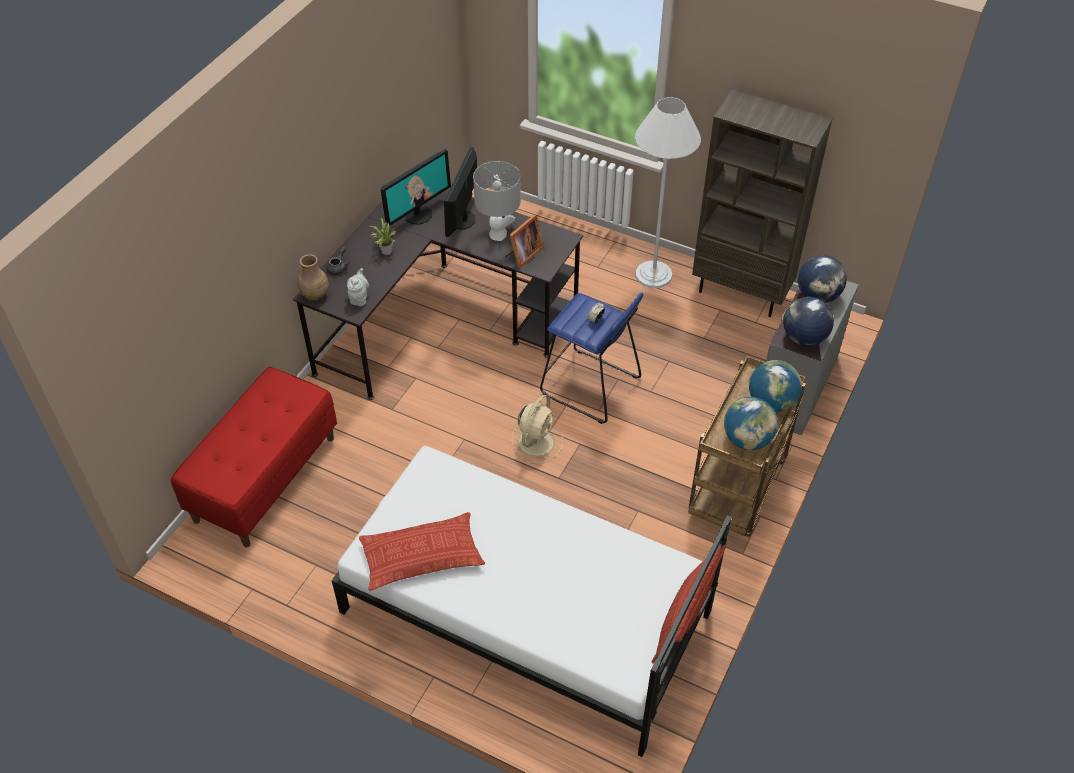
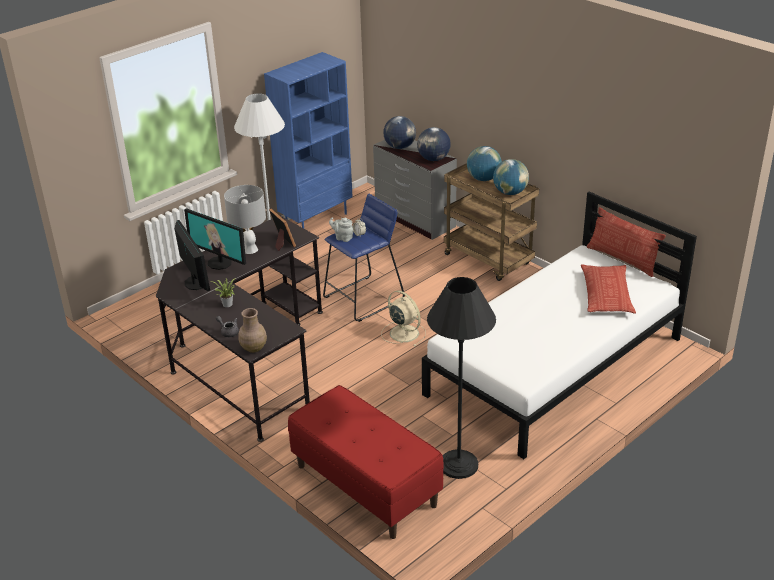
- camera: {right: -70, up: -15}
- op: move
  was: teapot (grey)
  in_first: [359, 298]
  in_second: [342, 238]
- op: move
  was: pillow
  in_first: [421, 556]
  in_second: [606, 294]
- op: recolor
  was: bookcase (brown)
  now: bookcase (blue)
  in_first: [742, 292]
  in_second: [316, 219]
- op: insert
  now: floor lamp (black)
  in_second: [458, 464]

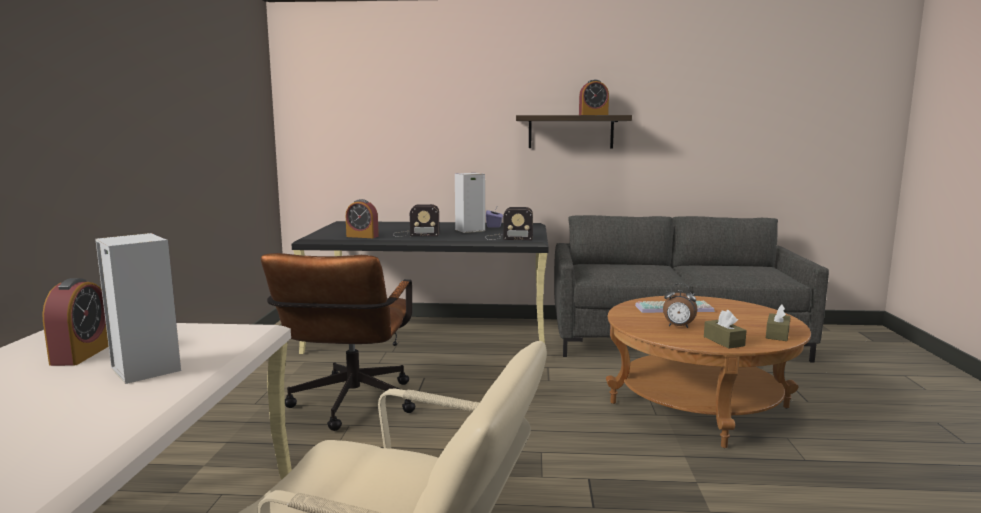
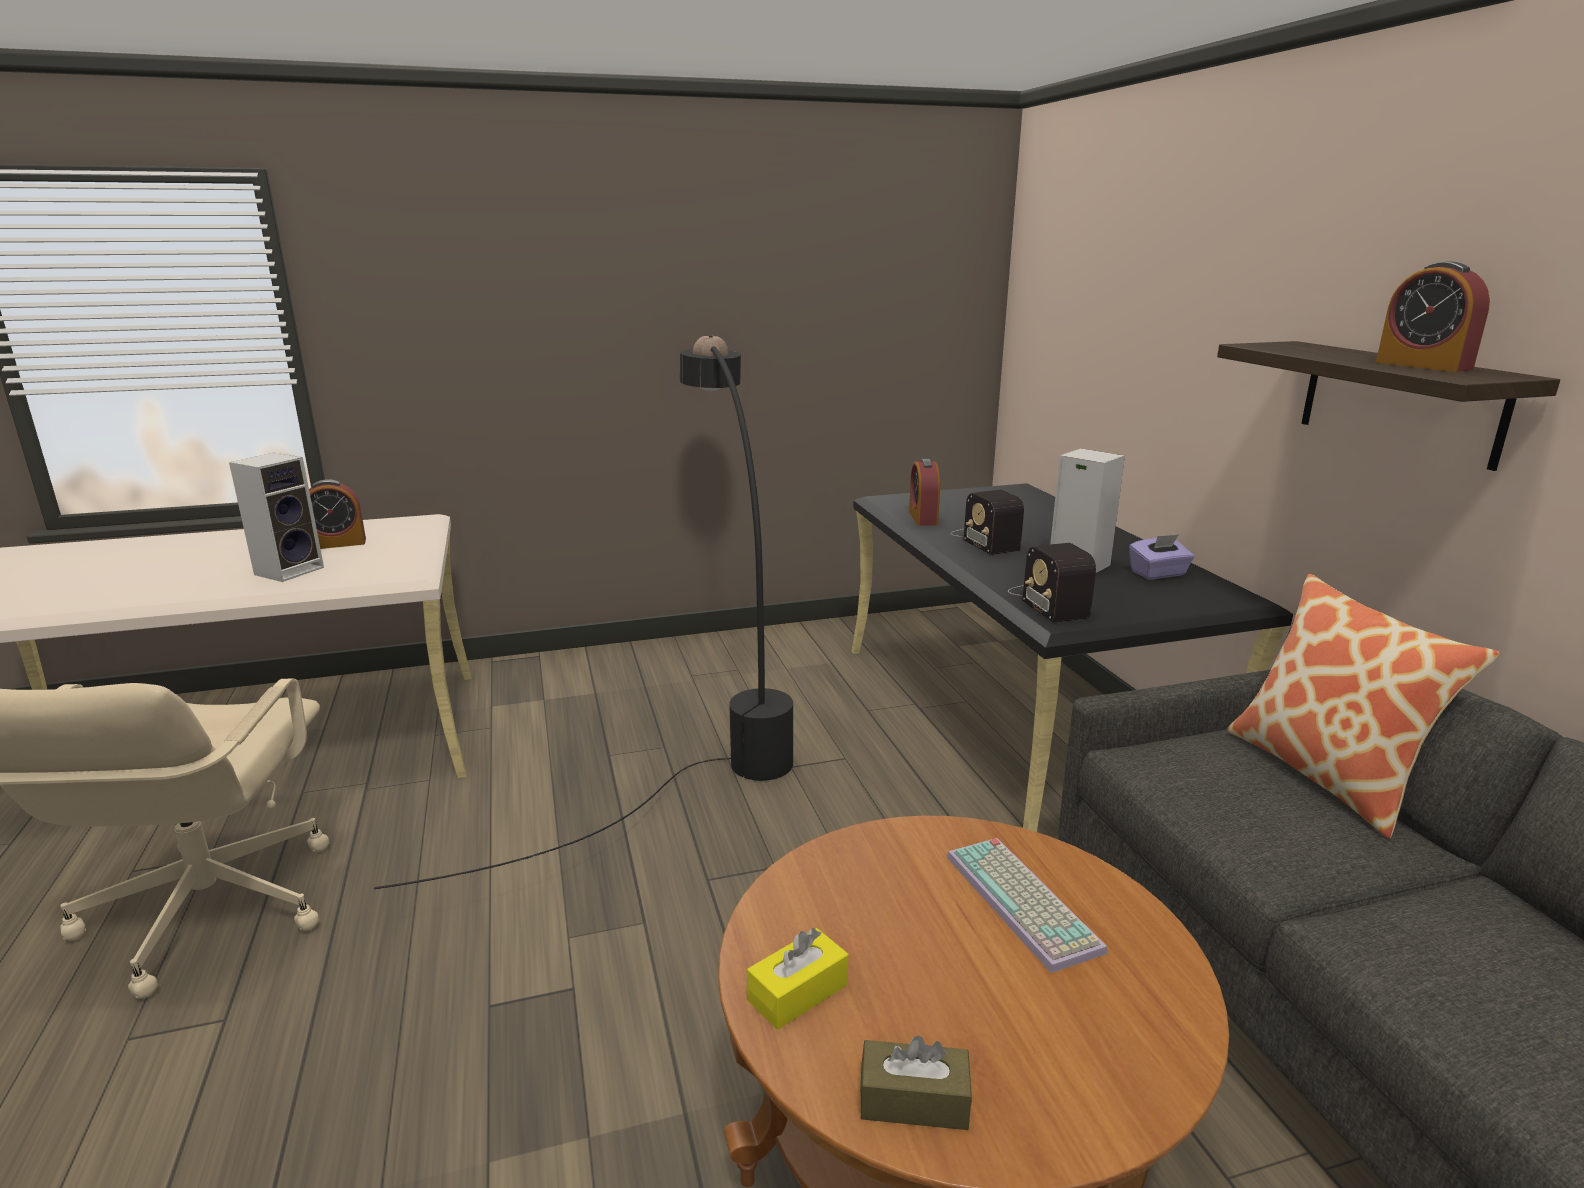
- camera: {right: 70, up: 10}
- op: replace
  was: office chair (brown)
  now: floor lamp (black)
  in_first: [350, 407]
  in_second: [712, 733]
- op: delete
  was: alarm clock
  in_first: [678, 326]
- op: recolor
  was: tissue box (brown)
  now: tissue box (yellow)
  in_first: [723, 341]
  in_second: [798, 992]
- op: insert
  now: pillow
  in_second: [1327, 774]

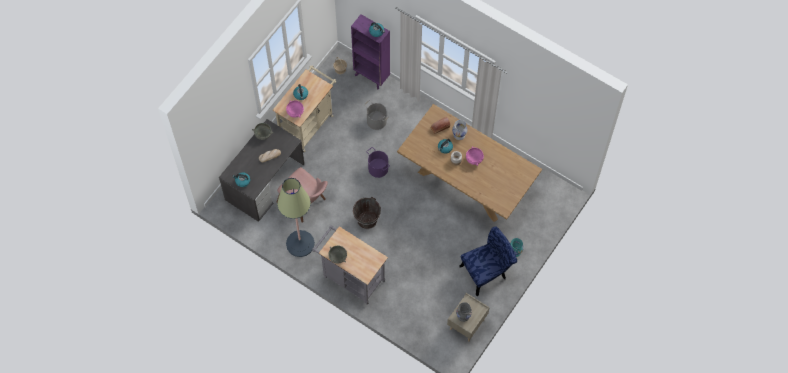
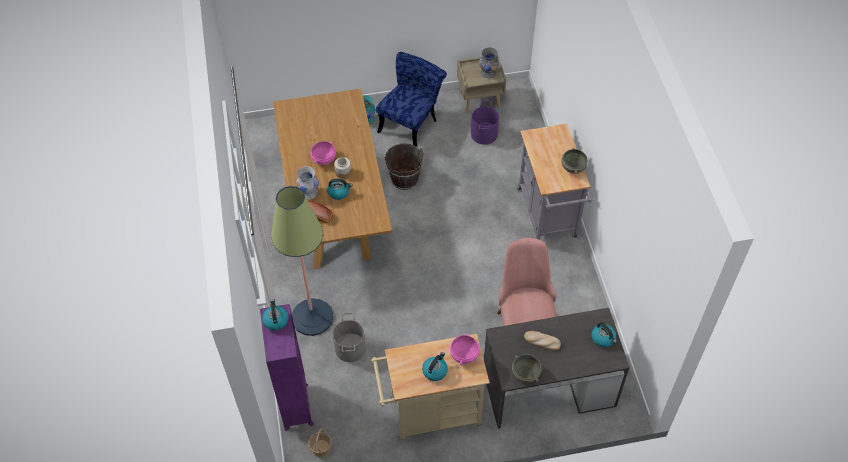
- camera: {right: -135, up: -10}
- op: move
  was: floor lamp
  in_first: [300, 243]
  in_second: [312, 317]
- op: move
  was: bucket (brown)
  in_first: [367, 220]
  in_second: [404, 179]
- op: move
  was: bucket (purple)
  in_first: [378, 168]
  in_second: [483, 134]
- op: rotate
  was: chair (blue)
  in_first: [487, 271]
  in_second: [411, 124]
  clockwise: 105

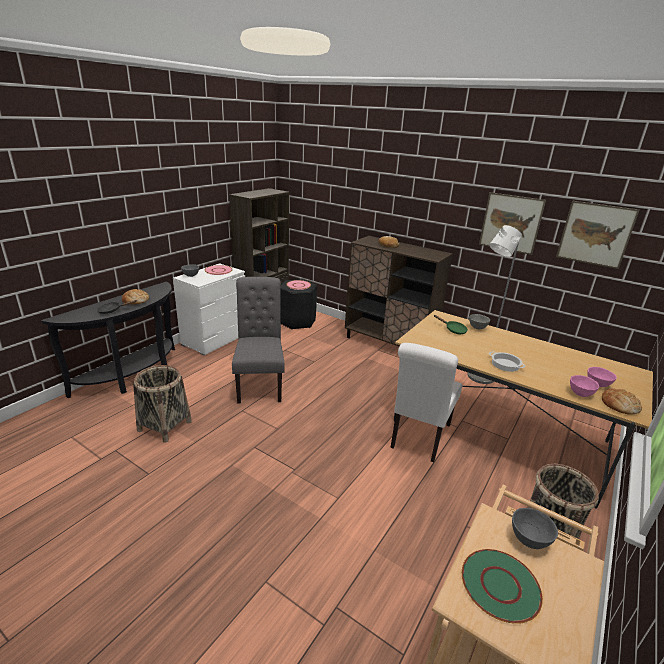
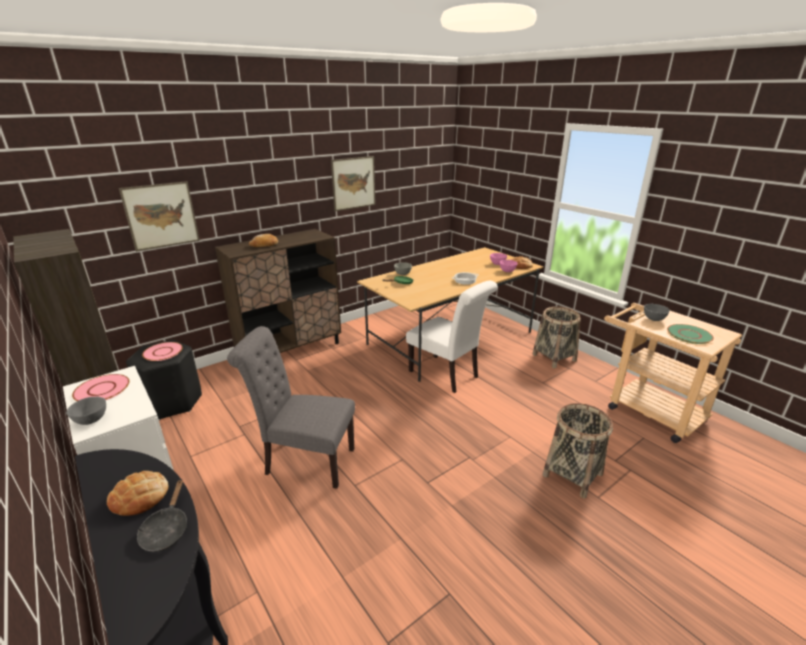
- camera: {right: -70, up: 0}
- op: move
  was: basket
  in_first: [165, 426]
  in_second: [572, 474]
- op: delete
  was: floor lamp (grey)
  in_first: [477, 378]
- op: move
  was: picture
  in_first: [595, 234]
  in_second: [161, 215]

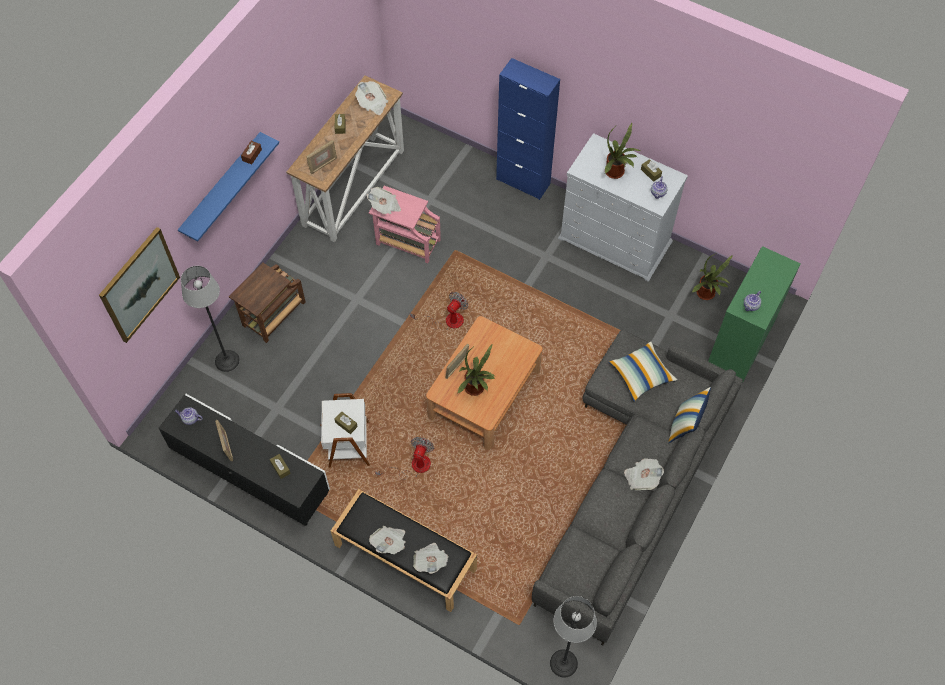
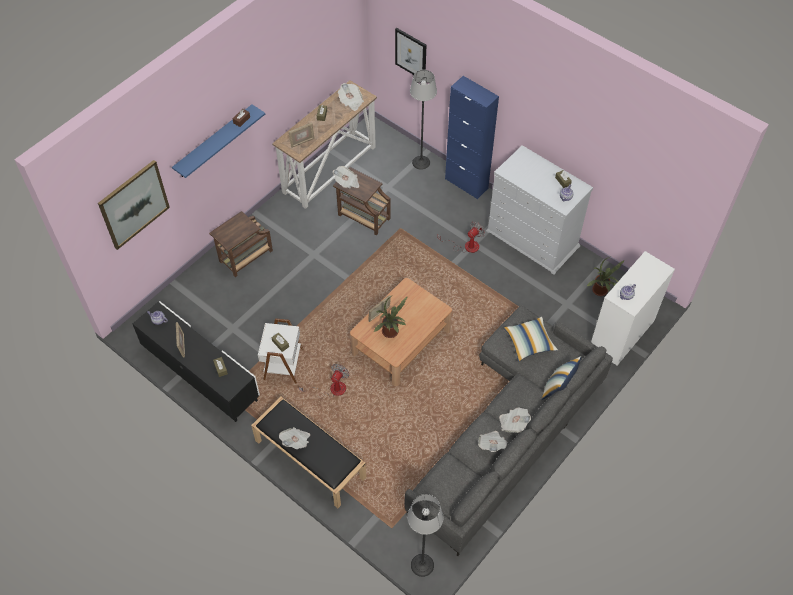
- camera: {right: 10, up: -5}
- op: move
  was: floor lamp
  in_first: [227, 360]
  in_second: [421, 162]
- op: recolor
  was: side table (pink)
  now: side table (brown)
  in_first: [406, 241]
  in_second: [363, 216]
- op: move
  was: fan
  in_first: [447, 321]
  in_second: [466, 246]
- op: move
  was: newspaper
  in_first: [430, 561]
  in_second: [492, 444]
- op: delete
  was: potted plant
  in_first: [616, 172]
- op: recolor
  was: dresser (green)
  now: dresser (white)
  in_first: [740, 343]
  in_second: [622, 334]
- op: insert
  now: picture
  in_second: [411, 54]

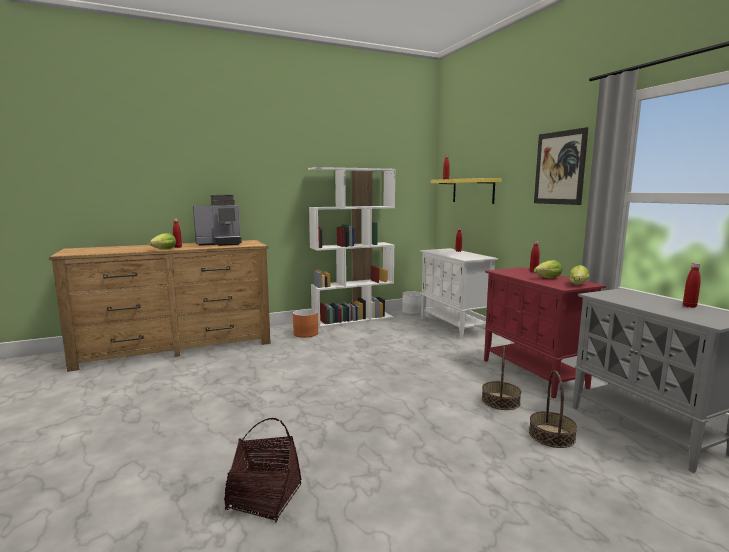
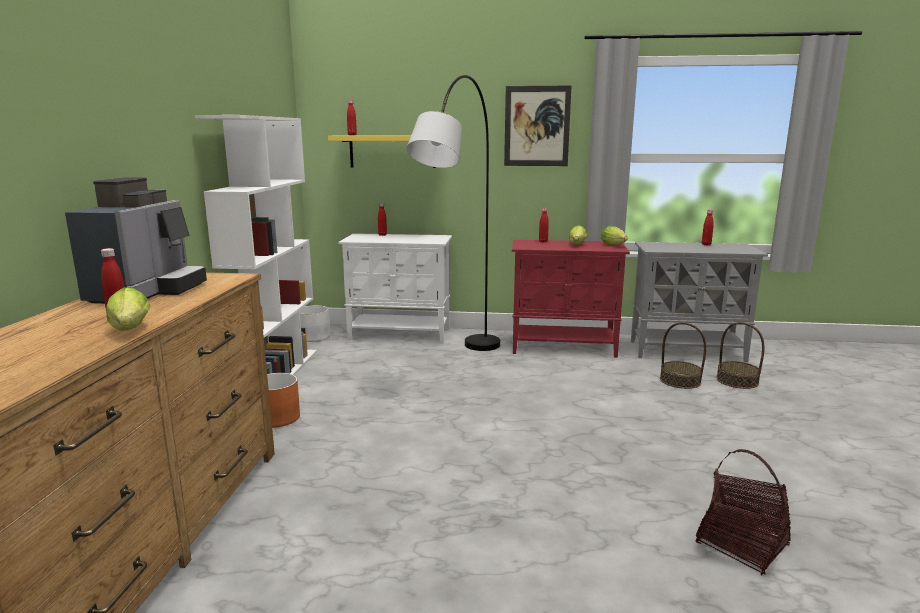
- camera: {right: -60, up: 5}
- op: move
  was: basket
  in_first: [500, 401]
  in_second: [737, 381]
- op: insert
  now: floor lamp (grey)
  in_second: [460, 368]

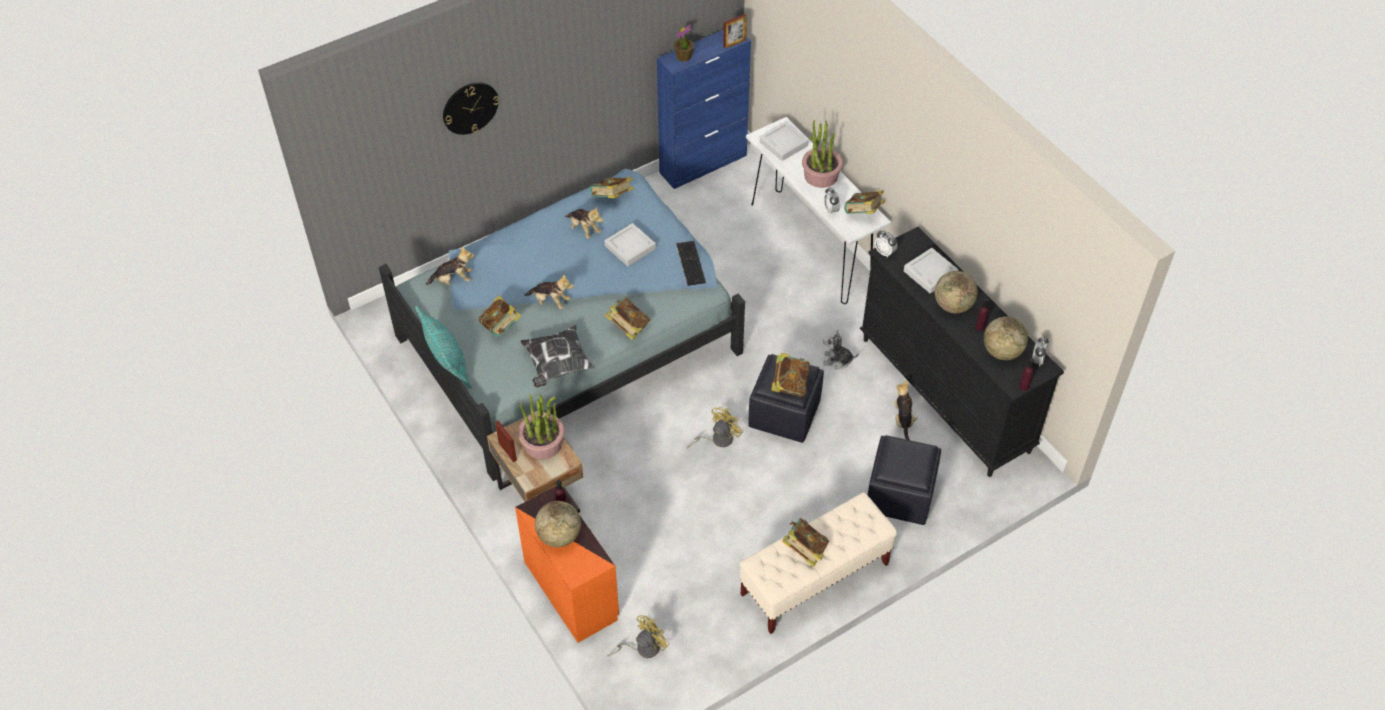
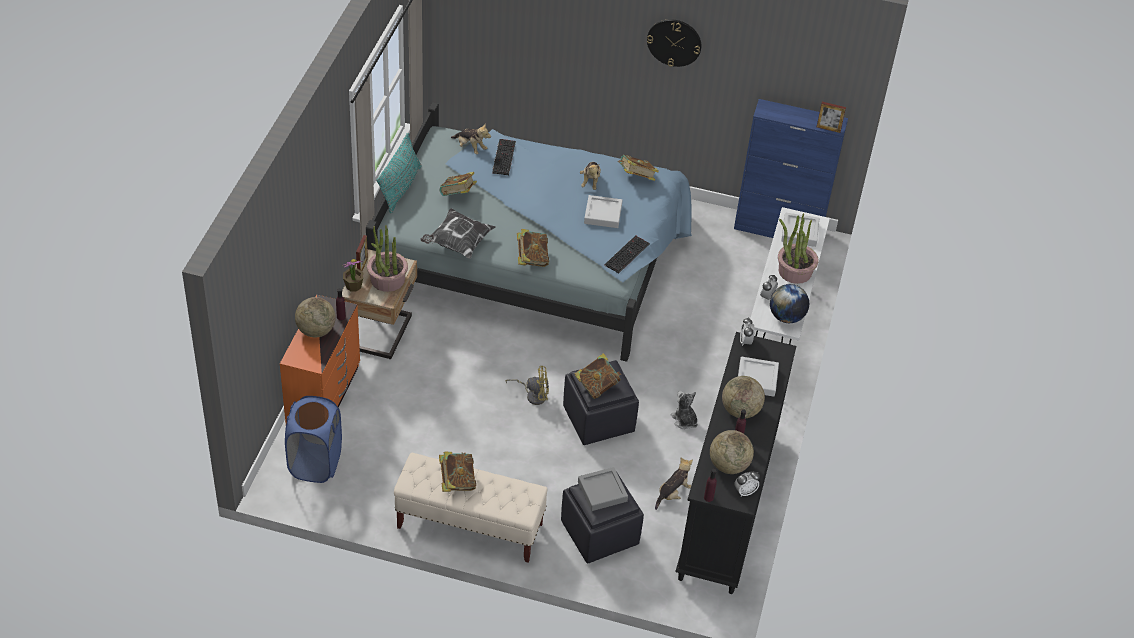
- camera: {right: 45, up: -5}
- op: move
  was: wall clock
  in_first: [470, 107]
  in_second: [674, 42]
- op: delete
  was: plush toy
  in_first: [550, 301]
- op: replace
  was: fan (yellow)
  now: laundry basket (blue)
  in_first: [642, 648]
  in_second: [315, 463]
- op: move
  was: potted plant
  in_first: [683, 57]
  in_second: [353, 286]
- op: replace
  was: book
  now: globe
  in_first: [863, 214]
  in_second: [786, 317]
- op: insert
  now: keyboard
  in_second: [503, 157]
- op: insert
  now: tray (grey)
  in_second: [602, 491]

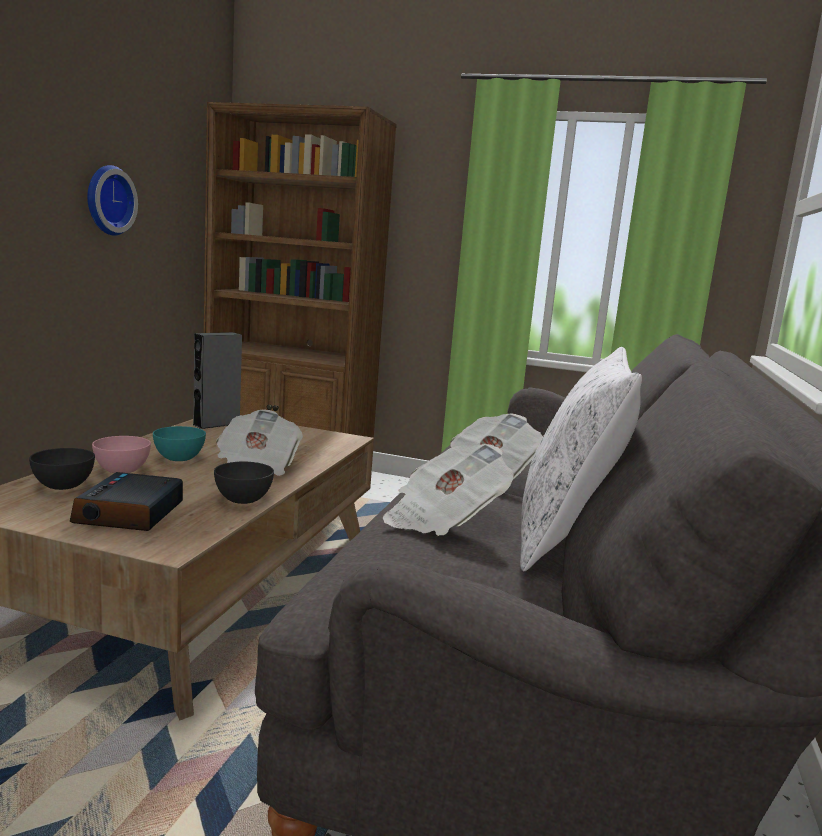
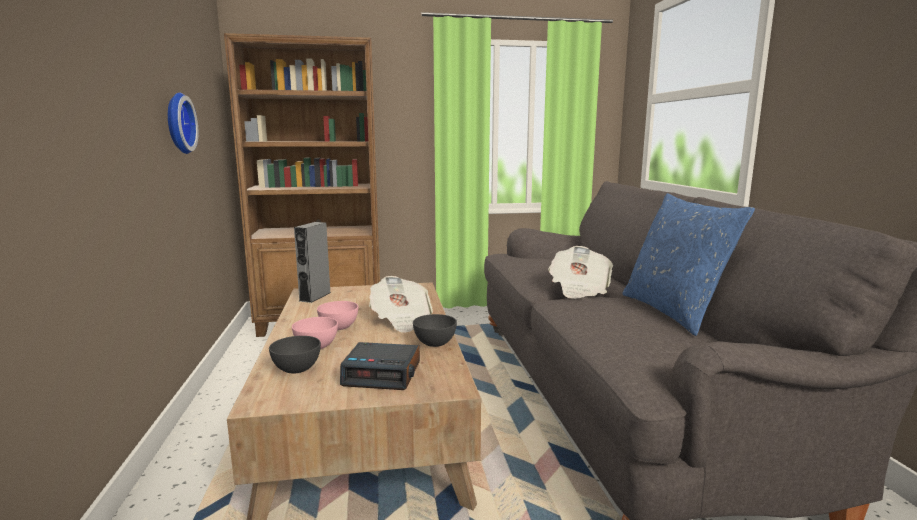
- camera: {right: -25, up: 0}
- op: rotate
  was: alarm clock
  in_first: [130, 513]
  in_second: [383, 374]
  clockwise: -60
- op: recolor
  was: bowl (turquoise)
  now: bowl (pink)
  in_first: [179, 458]
  in_second: [339, 327]
- op: delete
  was: newspaper
  in_first: [443, 519]
- op: recolor
  was: pillow (white)
  now: pillow (blue)
  in_first: [565, 536]
  in_second: [674, 312]

